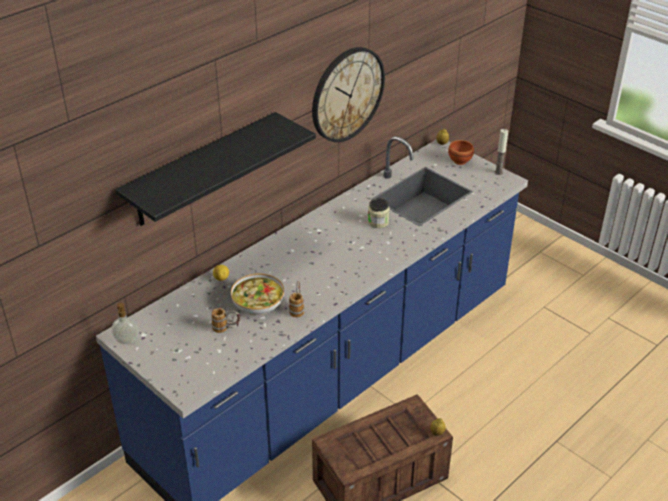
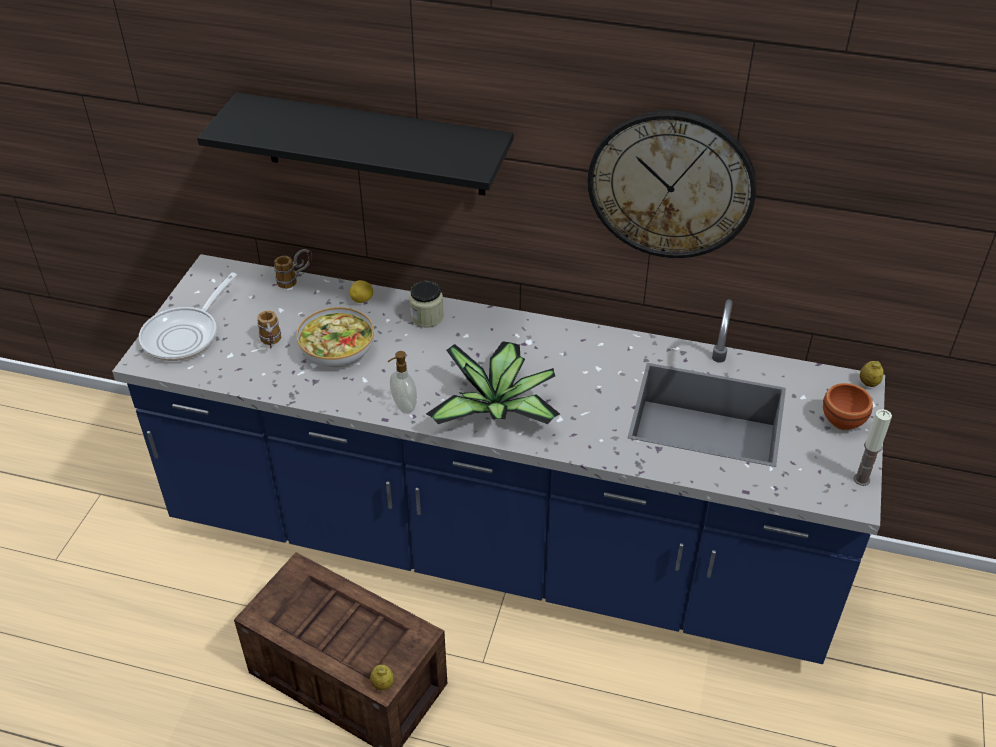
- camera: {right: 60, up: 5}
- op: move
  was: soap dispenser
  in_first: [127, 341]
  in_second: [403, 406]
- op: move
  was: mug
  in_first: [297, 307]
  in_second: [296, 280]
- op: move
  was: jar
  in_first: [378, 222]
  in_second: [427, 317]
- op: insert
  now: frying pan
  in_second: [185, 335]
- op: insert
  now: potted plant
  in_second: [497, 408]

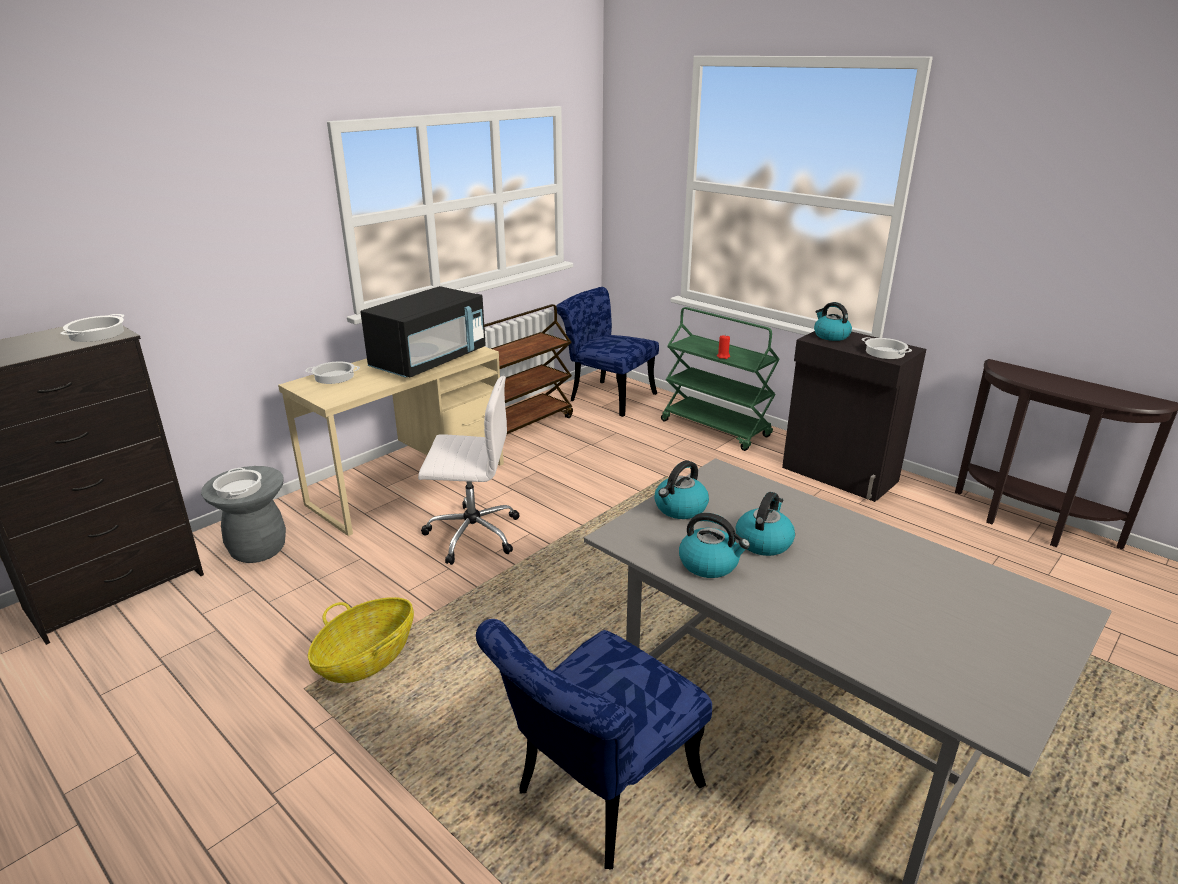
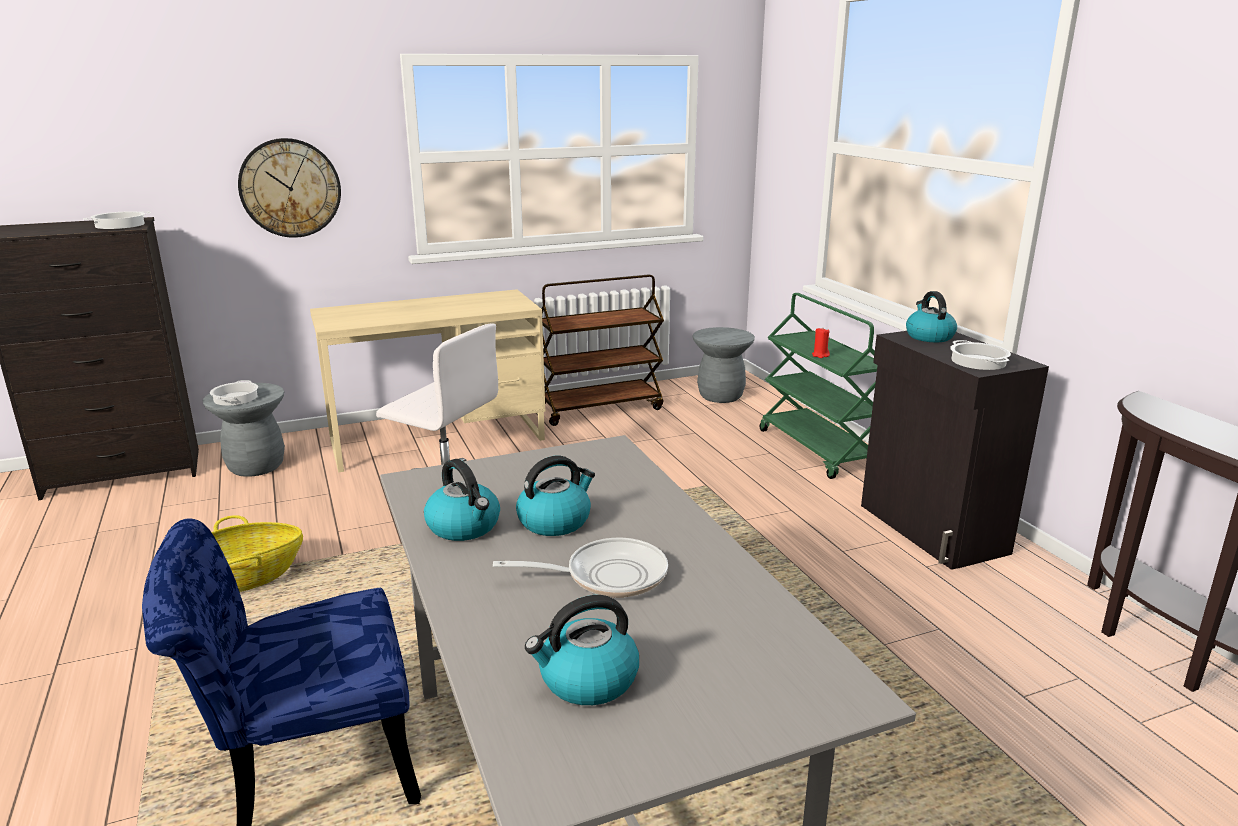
- camera: {right: 25, up: -5}
- op: delete
  was: cooking pot
  in_first: [334, 376]
- op: delete
  was: microwave (black)
  in_first: [429, 361]
- op: replace
  was: chair (blue)
  now: stool (grey)
  in_first: [606, 396]
  in_second: [720, 396]
- op: move
  was: kettle
  in_first: [680, 508]
  in_second: [587, 680]
- op: insert
  now: wall clock
  in_second: [290, 188]
- op: insert
  now: frying pan
  in_second: [607, 576]

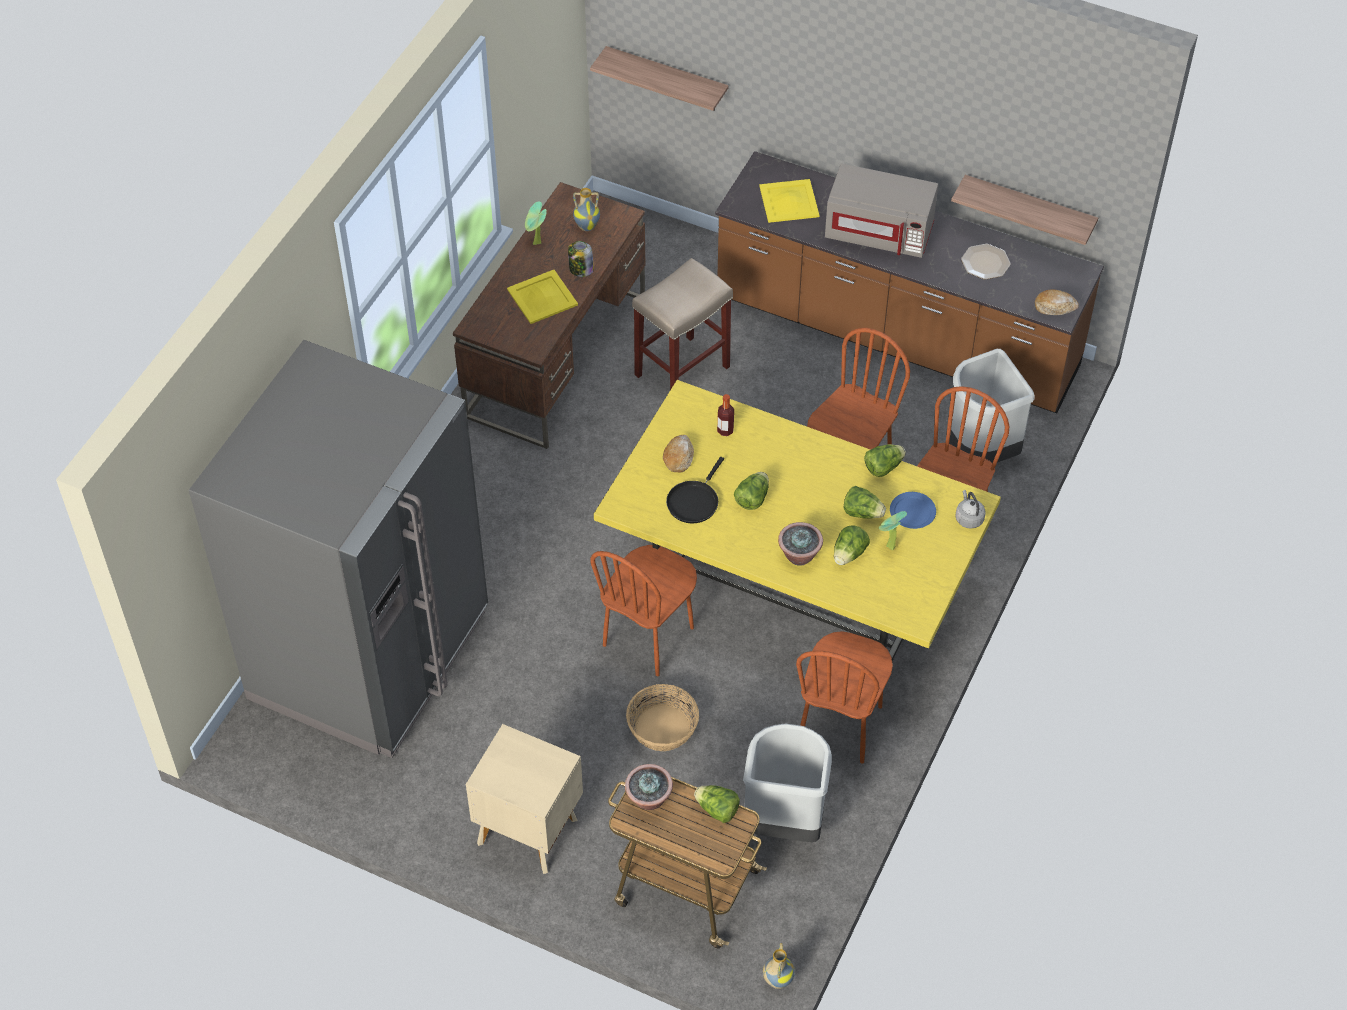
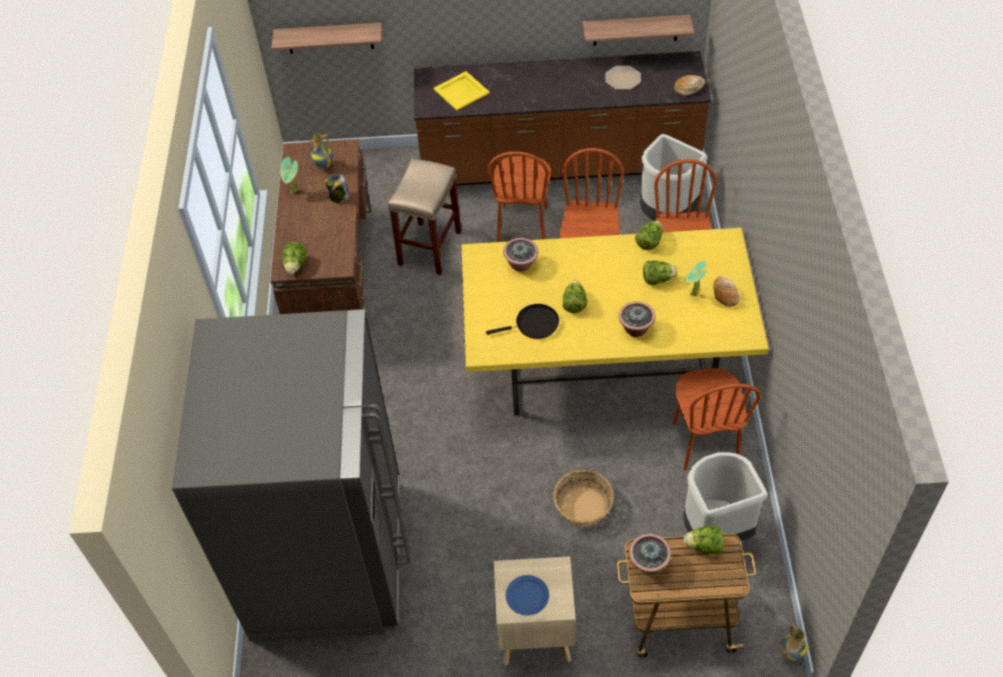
- camera: {right: -25, up: 0}
- op: delete
  was: tray (yellow)
  in_first: [542, 297]
- op: move
  was: chair (brown)
  in_first: [649, 637]
  in_second: [523, 225]
- op: move
  was: bread
  in_first: [678, 457]
  in_second: [725, 294]
- op: rotate
  was: frying pan (black)
  in_first: [694, 501]
  in_second: [534, 324]
  clockwise: -105
- op: replace
  was: bottle
  now: potted plant
  in_first: [725, 430]
  in_second: [521, 264]
- op: delete
  was: microwave (grey)
  in_first: [879, 232]
- op: move
  was: lettuce
  in_first: [849, 554]
  in_second: [295, 265]
- op: move
  was: plate (blue)
  in_first: [912, 512]
  in_second: [527, 596]
- op: delete
  was: kettle (grey)
  in_first: [968, 518]

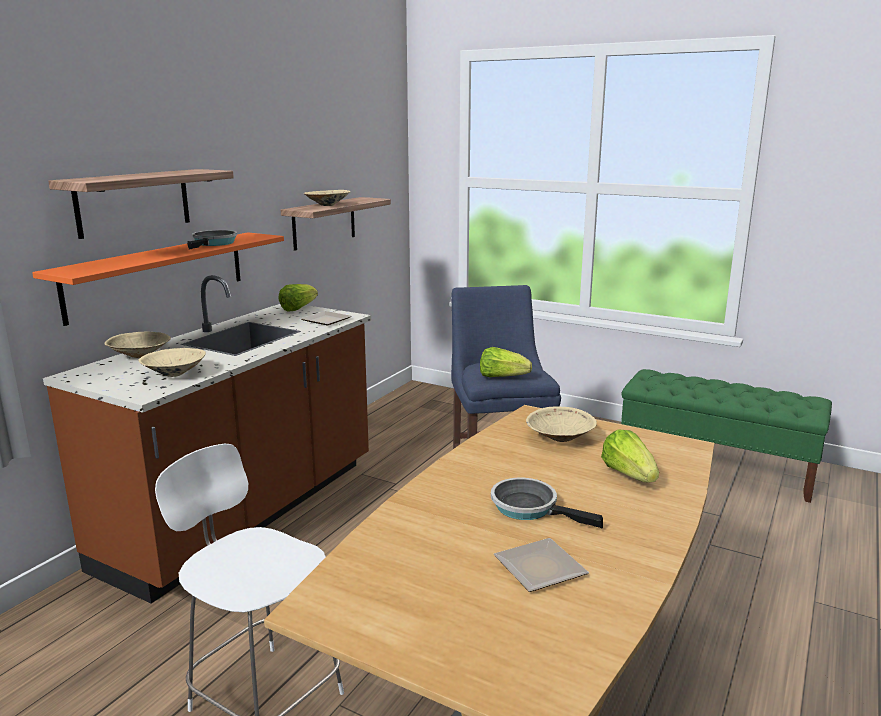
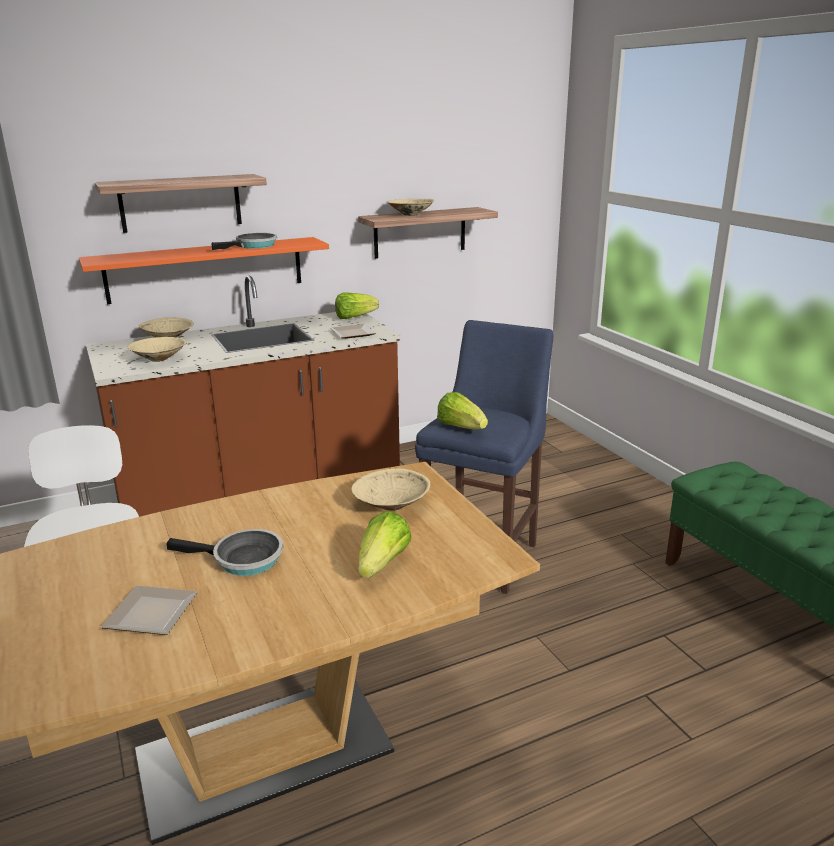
- camera: {right: 35, up: 5}
- op: rotate
  was: frying pan
  in_first: [529, 508]
  in_second: [242, 560]
  clockwise: 120

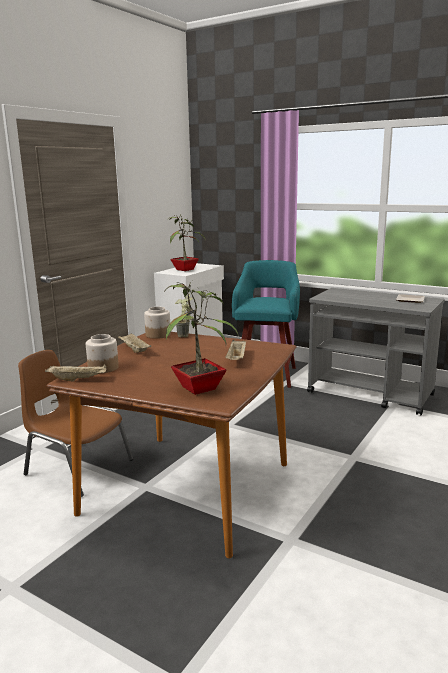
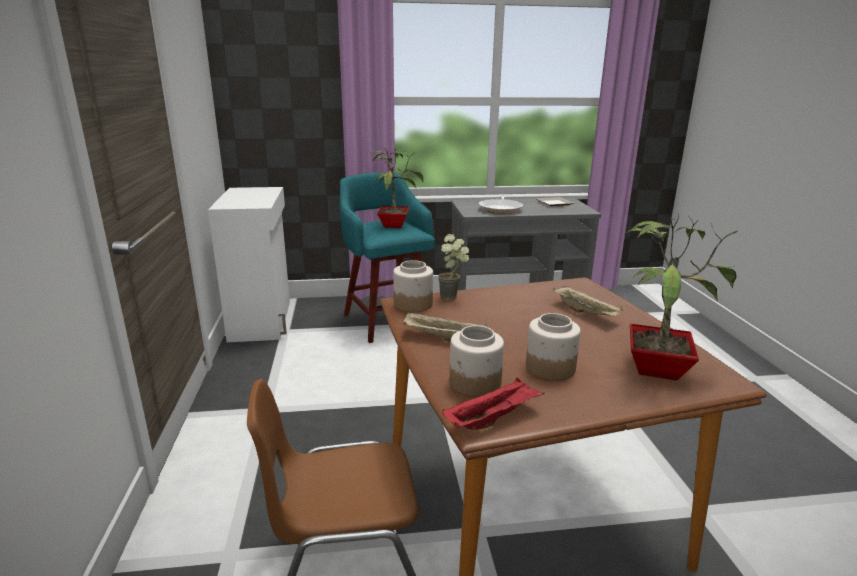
- camera: {right: -40, up: 5}
- op: recolor
  was: tray (beige)
  now: tray (red)
  in_first: [78, 379]
  in_second: [493, 418]
- op: move
  was: potted plant
  in_first: [185, 269]
  in_second: [394, 225]
- op: insert
  now: frying pan
  in_second: [501, 209]
- op: insert
  now: jar
  in_second: [549, 368]

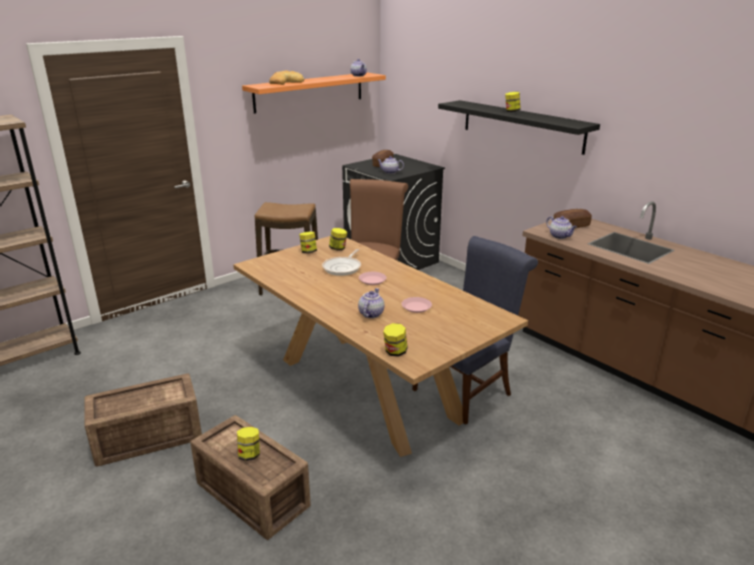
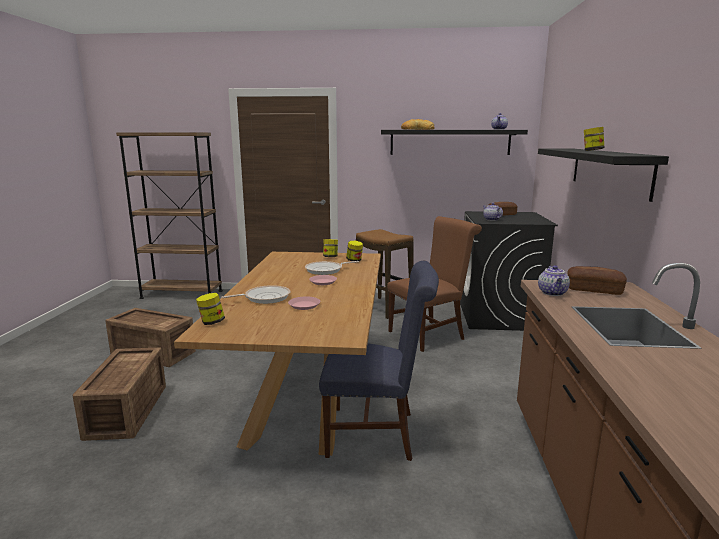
- camera: {right: 45, up: -10}
- op: delete
  was: jar
  in_first: [249, 455]
- op: recolor
  was: shelf (orange)
  now: shelf (black)
  in_first: [309, 92]
  in_second: [450, 142]
- op: replace
  was: teapot
  now: frying pan
  in_first: [370, 314]
  in_second: [264, 298]

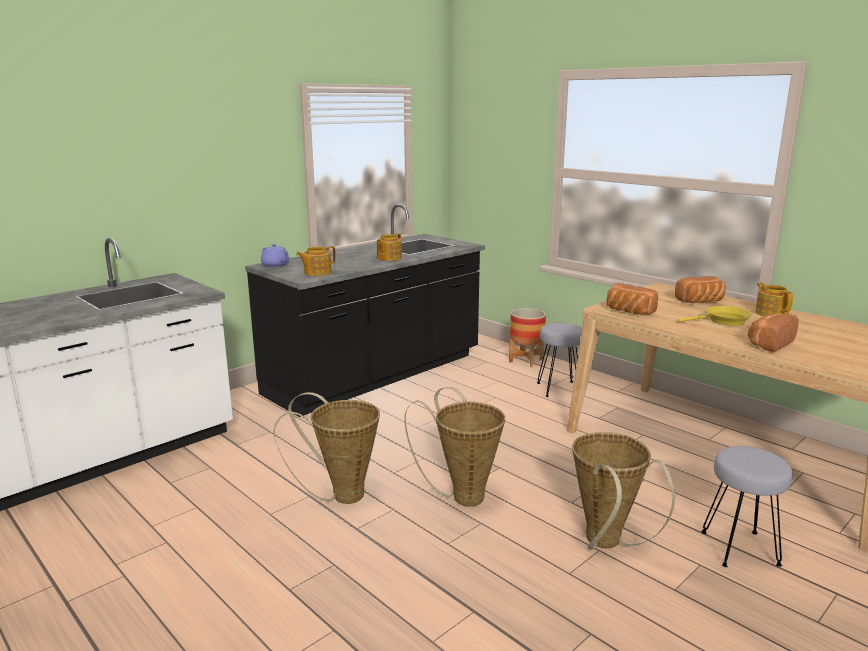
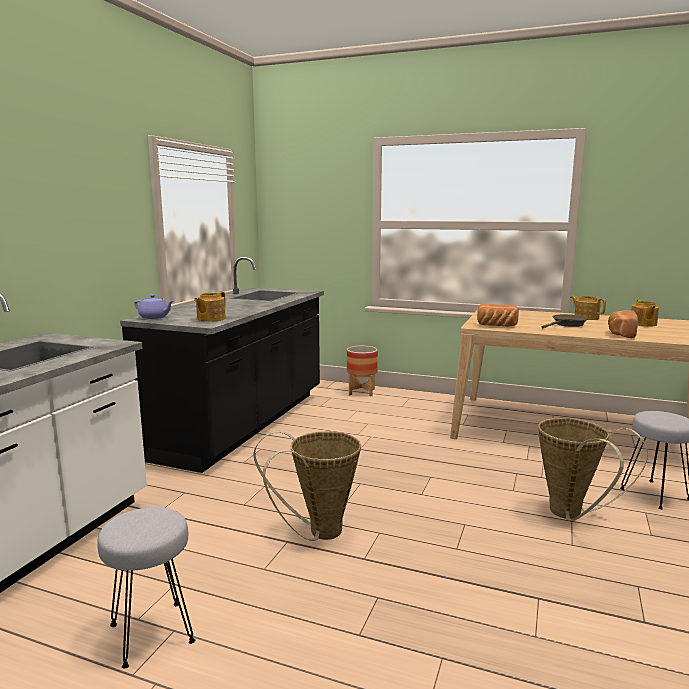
- camera: {right: -25, up: -5}
- op: move
  was: teapot
  in_first: [388, 258]
  in_second: [643, 324]
- op: delete
  was: basket
  in_first: [462, 495]
- op: move
  was: stool (grey)
  in_first: [559, 389]
  in_second: [152, 632]
- op: delete
  was: bread
  in_first: [701, 302]
- op: recolor
  was: frying pan (yellow)
  now: frying pan (brown)
  in_first: [723, 321]
  in_second: [567, 325]

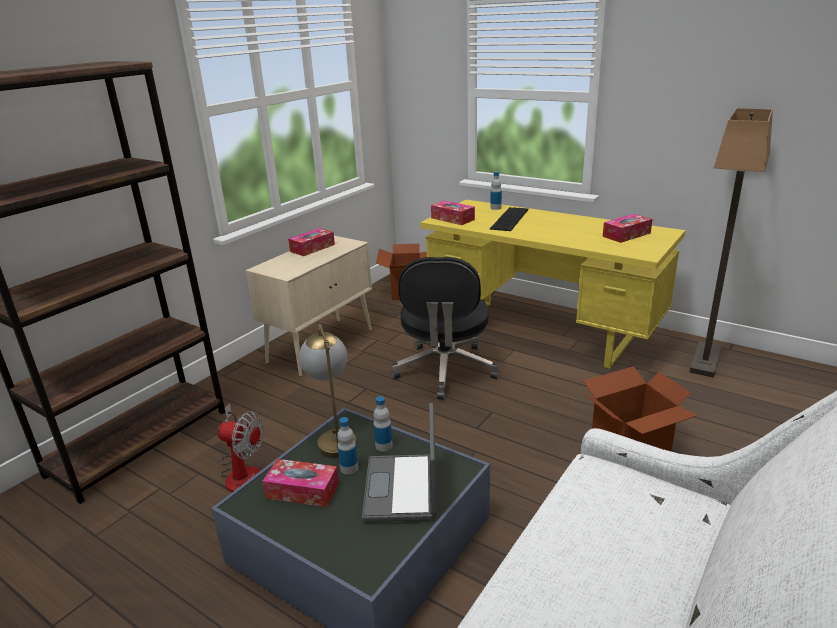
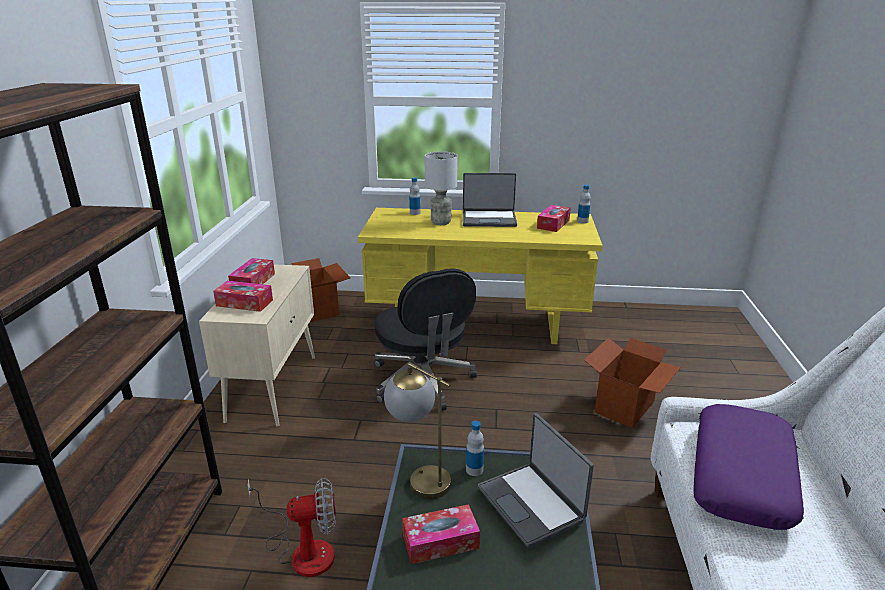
- camera: {right: -30, up: 0}
- op: move
  was: bottle
  in_first: [349, 468]
  in_second: [582, 221]
- op: move
  was: tissue box
  in_first: [452, 219]
  in_second: [244, 303]
- op: replace
  was: keyboard
  now: table lamp (grey)
  in_first: [509, 219]
  in_second: [440, 222]
- op: delete
  was: floor lamp
  in_first: [705, 361]
- op: insert
  now: laptop
  in_second: [489, 219]
- op: insert
  now: pillow (purple)
  in_second: [742, 476]

